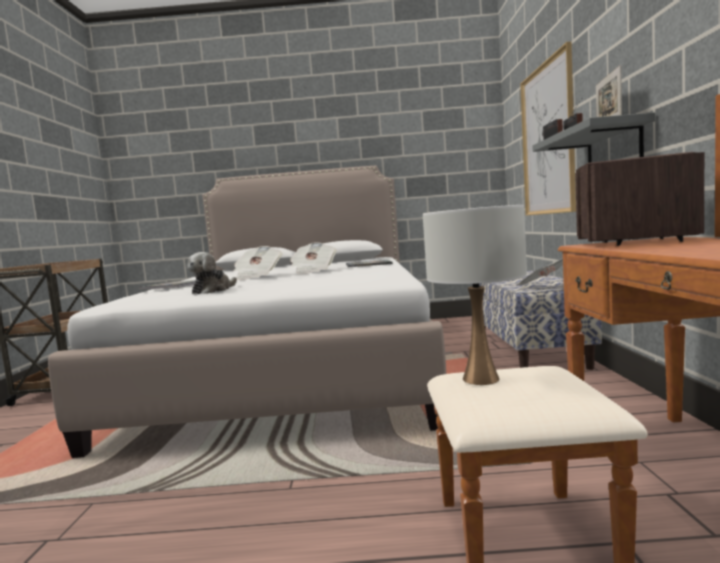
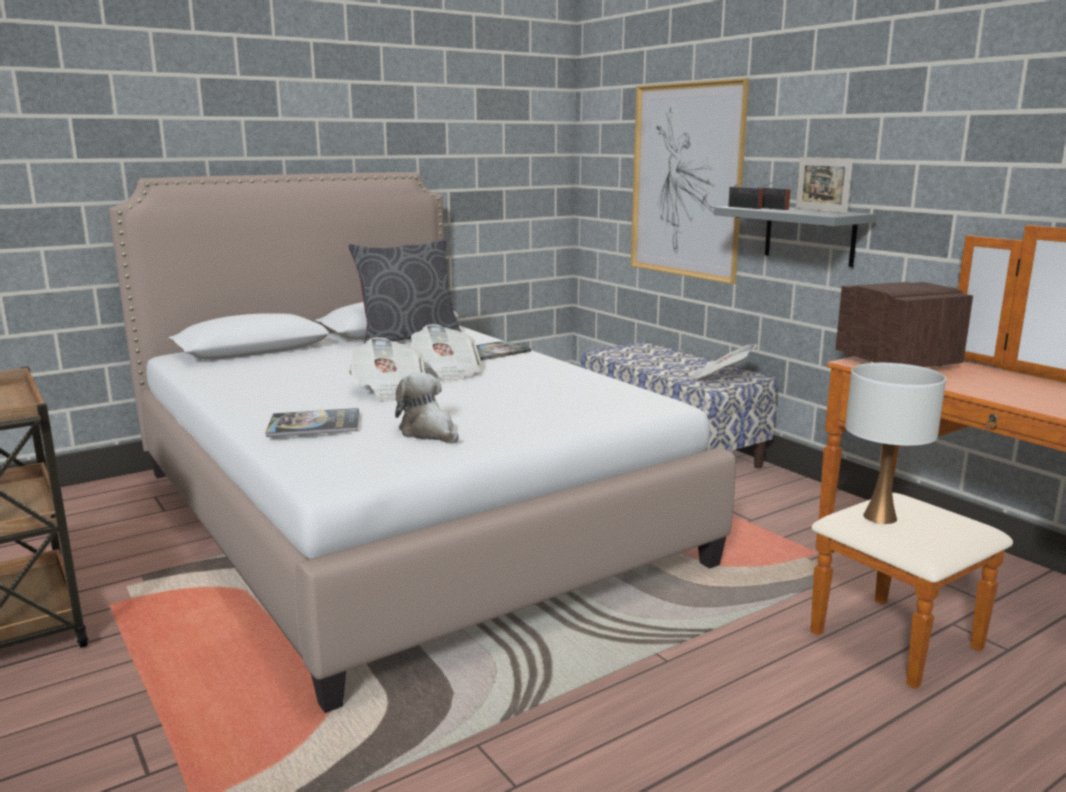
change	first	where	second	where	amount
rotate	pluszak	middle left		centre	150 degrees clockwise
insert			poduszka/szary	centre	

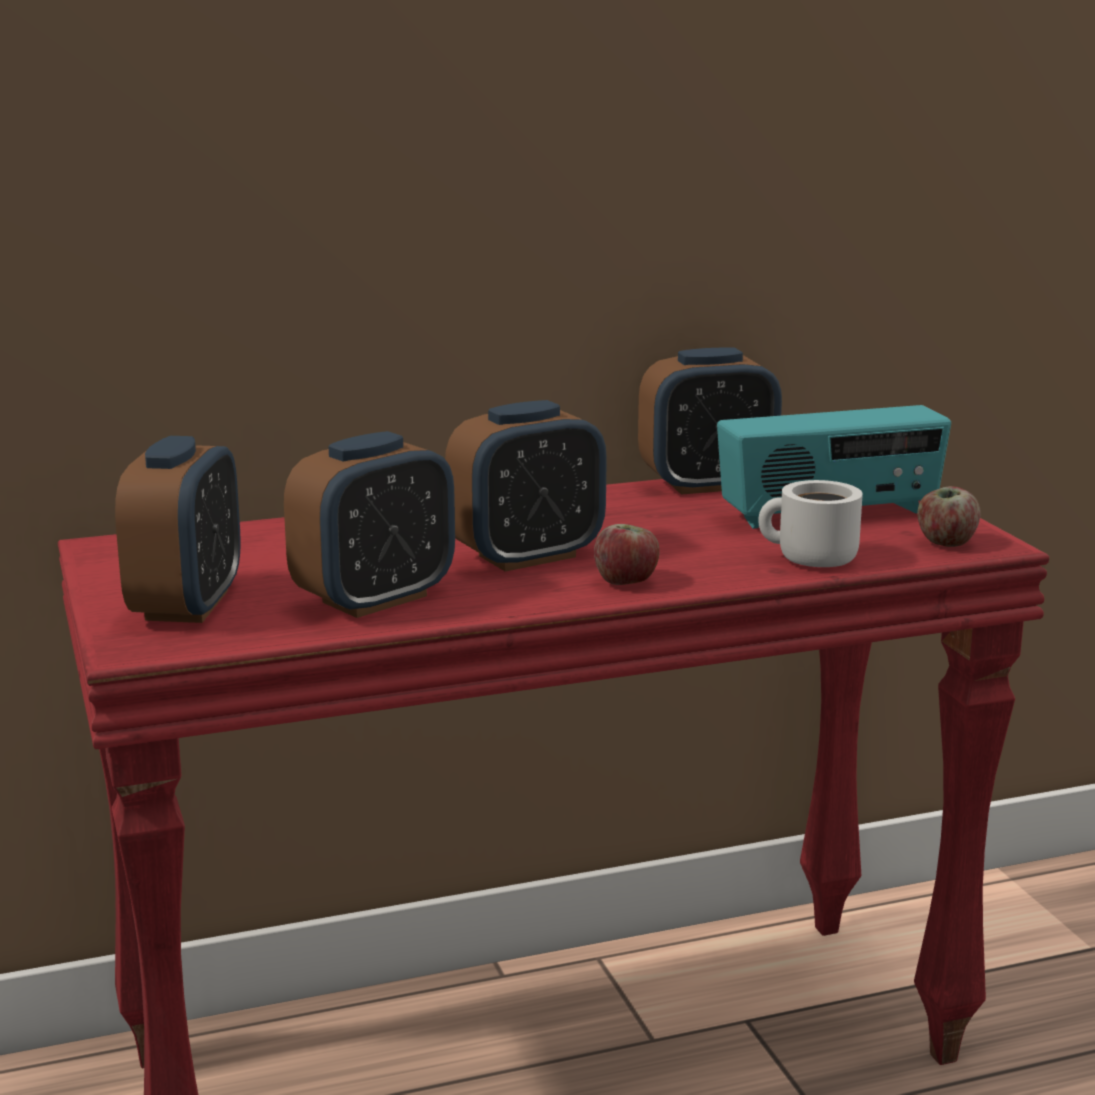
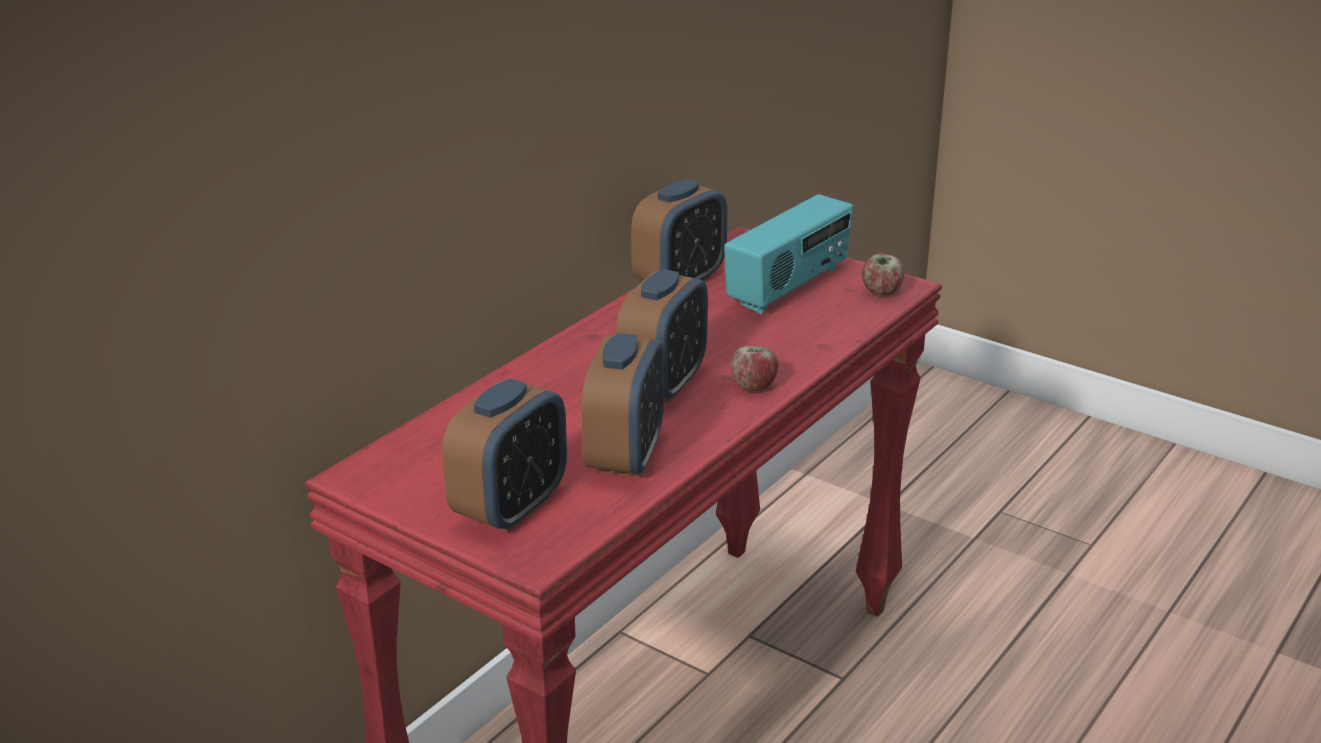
change	first	where	second	where	amount
rotate	budzik (1st from left)	middle left		centre	60 degrees clockwise
delete	kubek/biały	middle right			

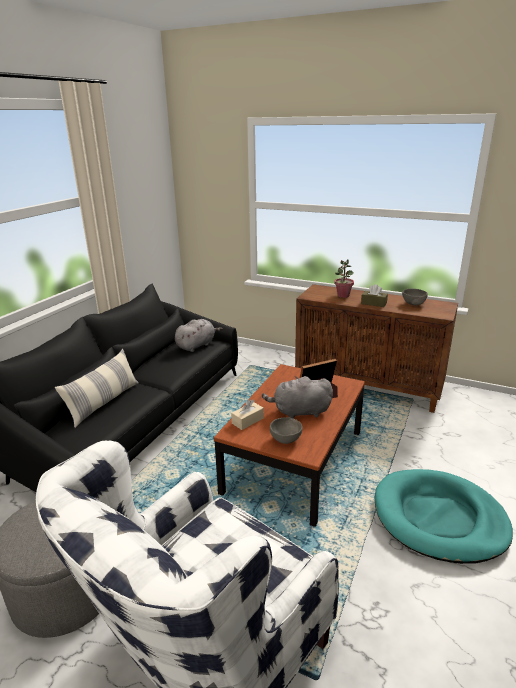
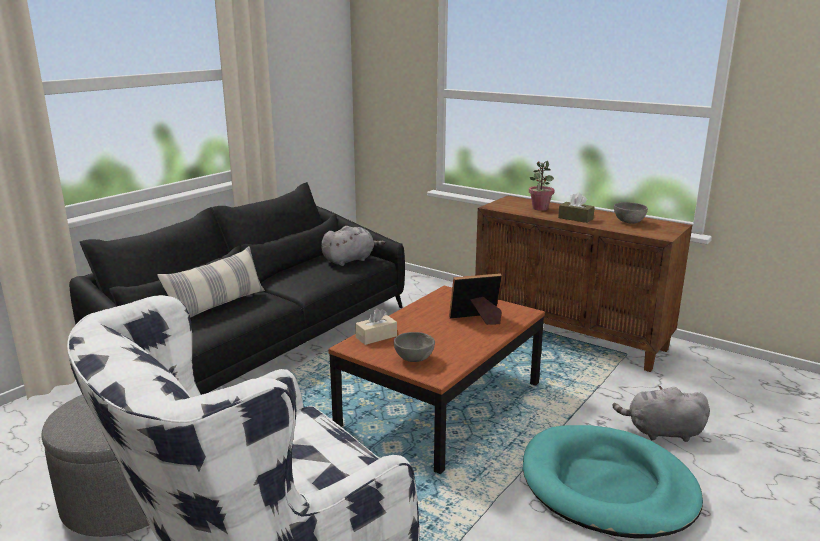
change	first	where	second	where	amount
move	pluszak/szary (2nd from left)	centre		bottom right	

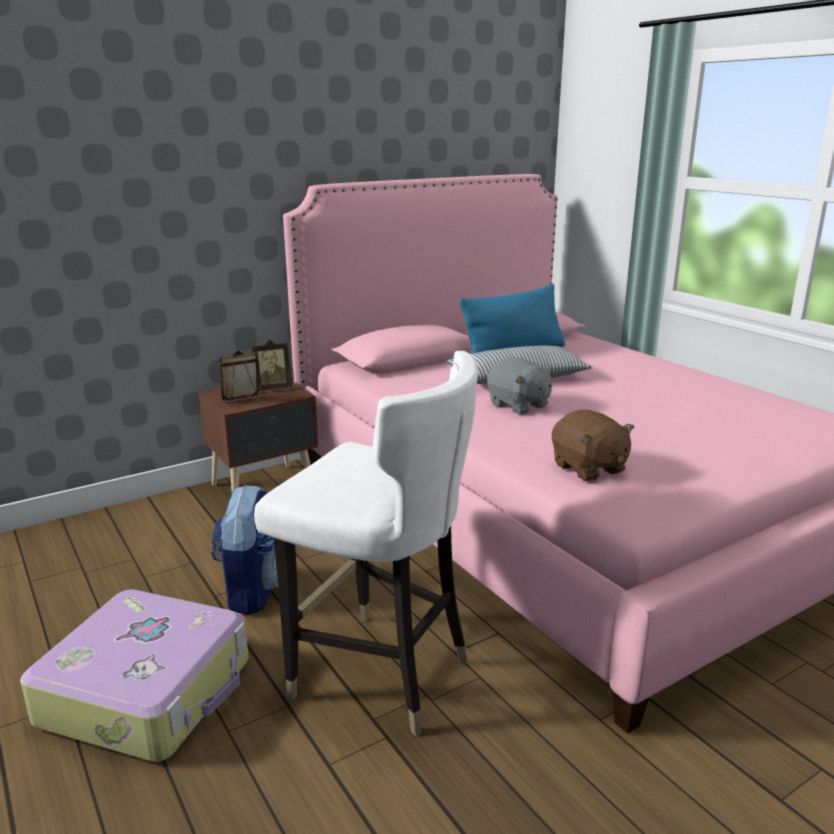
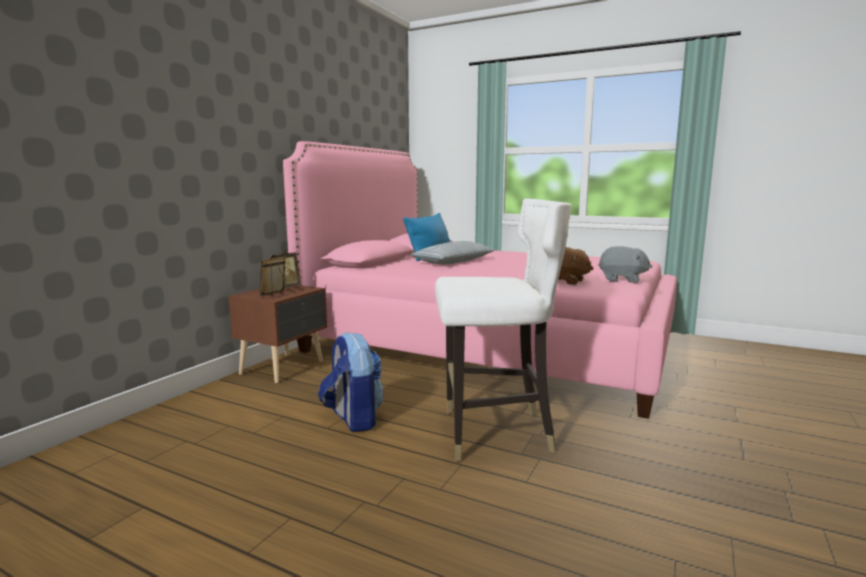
change	first	where	second	where	amount
delete	walizka	bottom left			
move	pluszak/szary	centre		middle right	

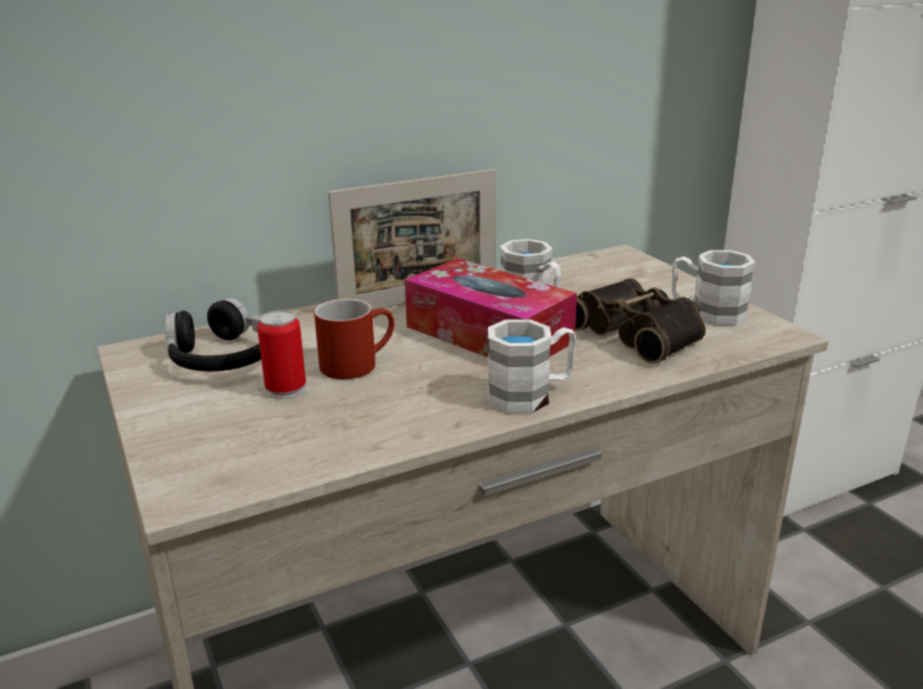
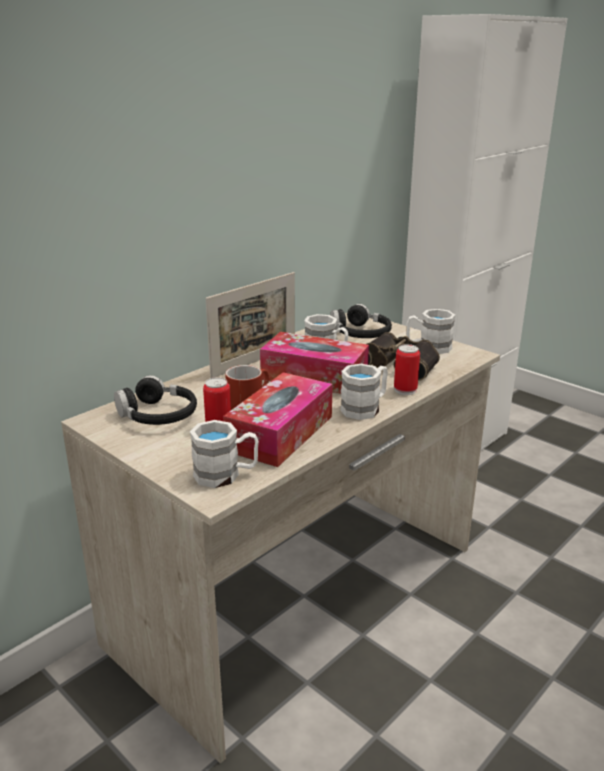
change	first	where	second	where	amount
insert			kubek/biały (1st from left)	centre	
insert			pudełko chusteczek (1st from left)	centre	
insert			słuchawki/czarny (2nd from left)	centre	
insert			puszka (2nd from left)	middle right	

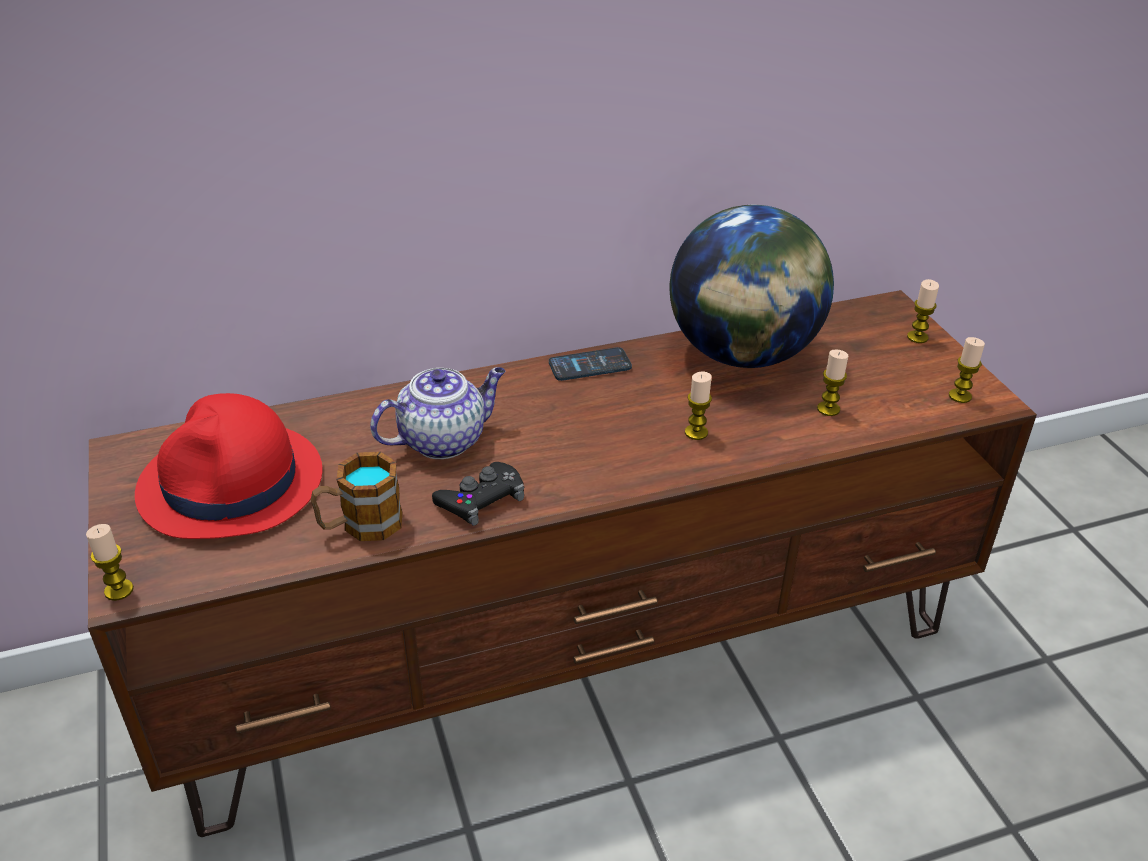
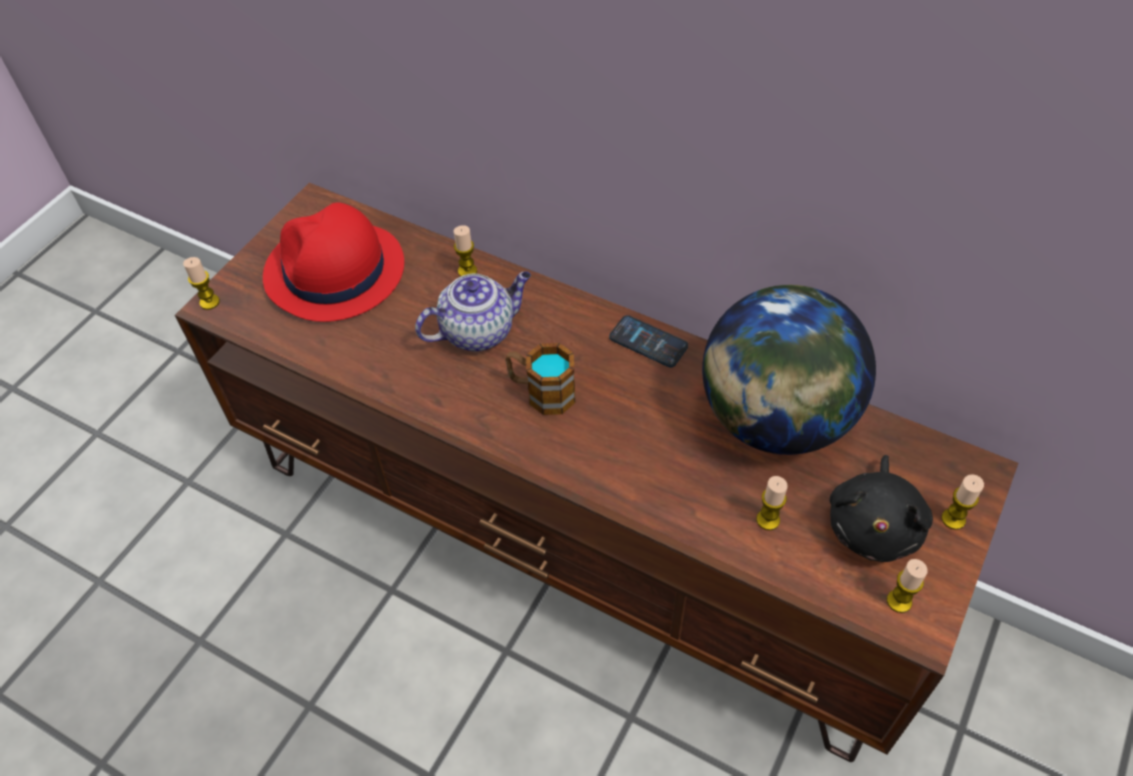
change	first	where	second	where	amount
move	kubek	middle left		centre	
rotate	imbryk	centre		centre	45 degrees counterclockwise
delete	pad do gier/czarny	centre			
move	świeca (2nd from left)	centre		top centre	
insert			pluszak/czarny	middle right	

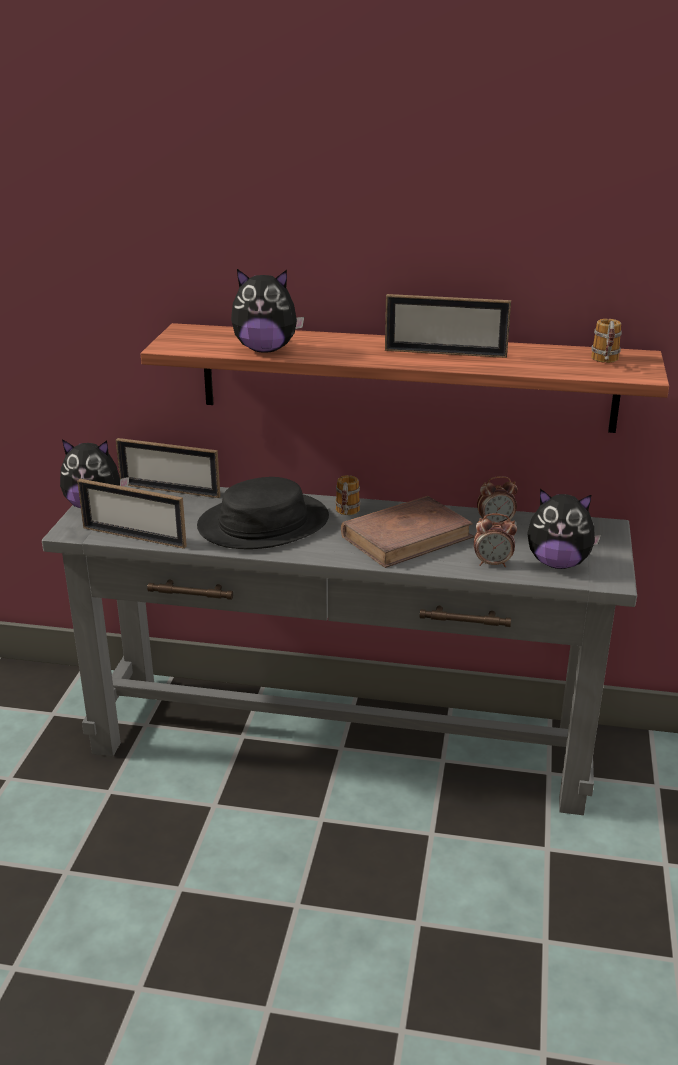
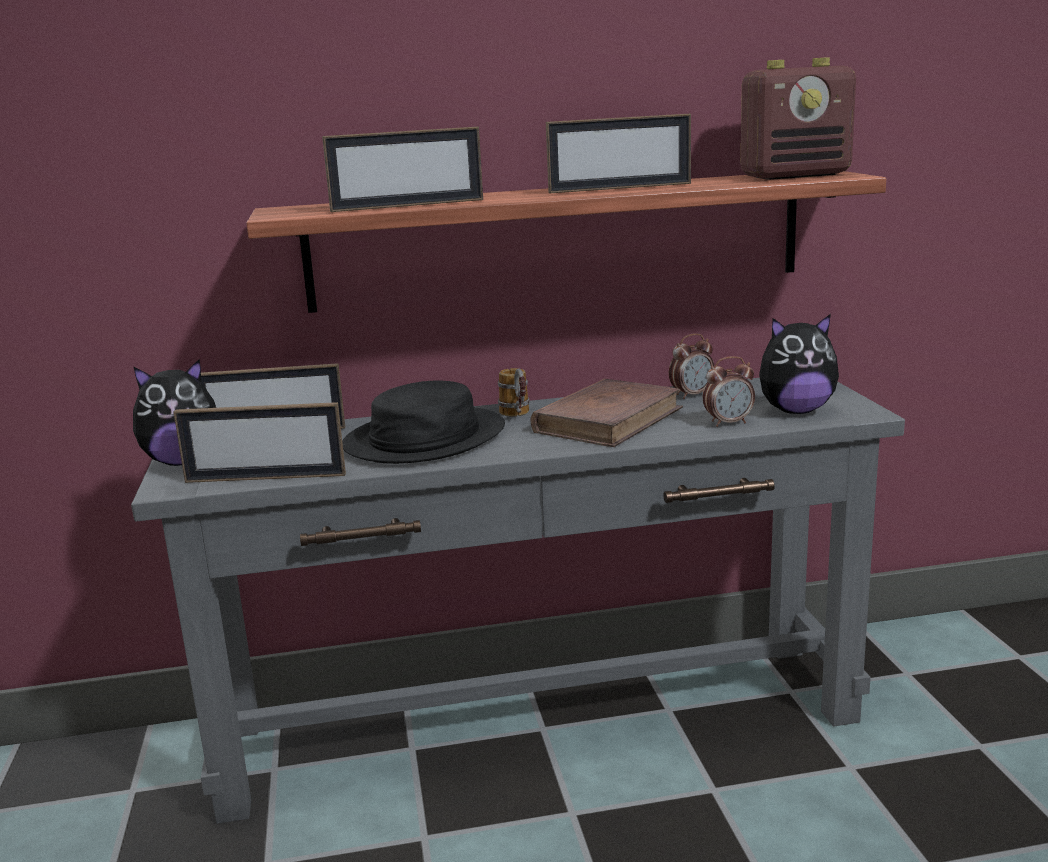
change	first	where	second	where	amount
replace	pluszak (2nd from left)	top centre	ramka na zdjęcie (3rd from left)	top centre	
replace	kubek (2nd from left)	top right	radio	top right	

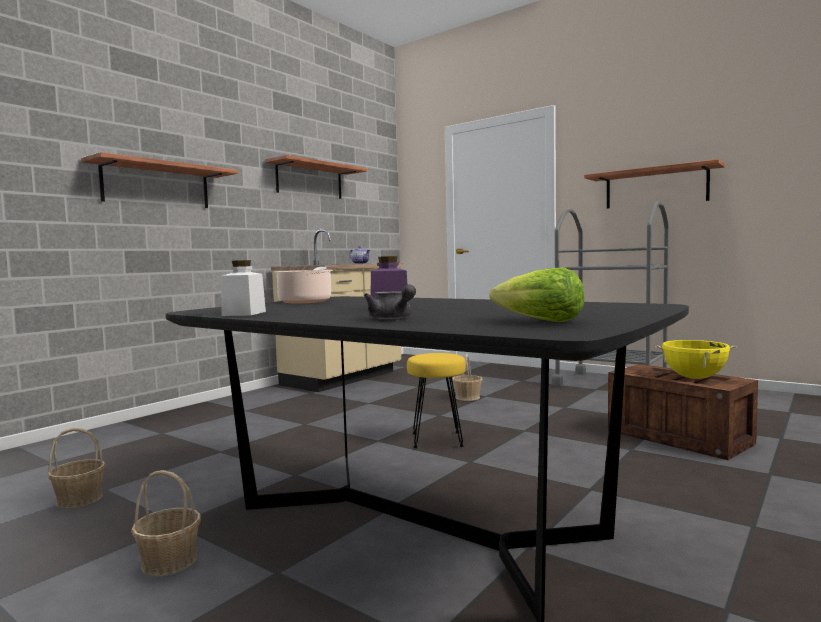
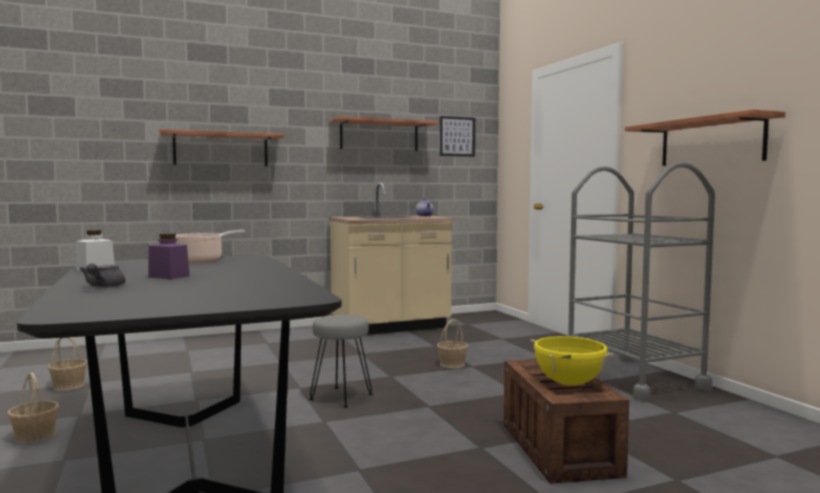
change	first	where	second	where	amount
recolor	stołek/żółty	centre	stołek/szary	bottom centre	
delete	sałata	centre			
insert			obraz	top centre	

